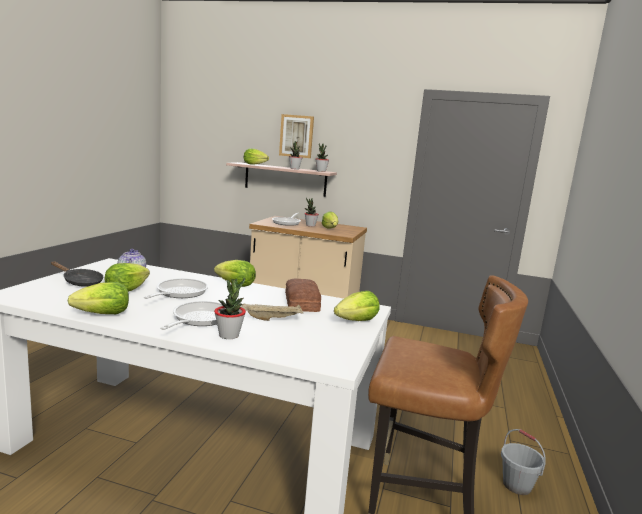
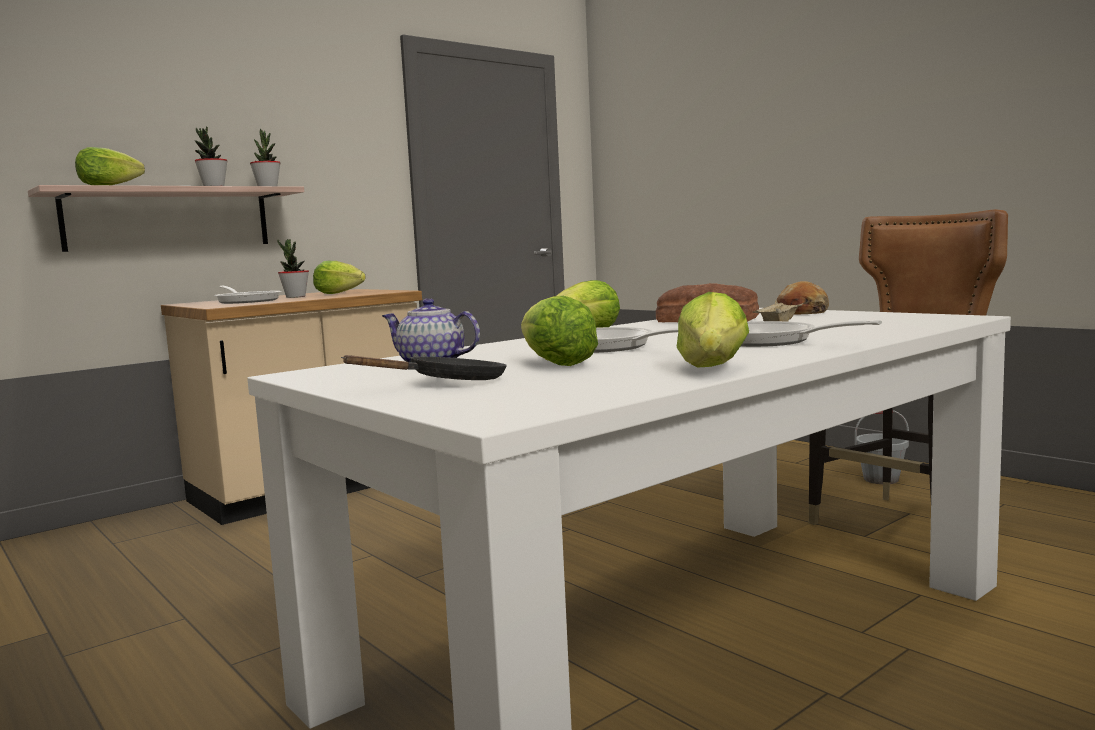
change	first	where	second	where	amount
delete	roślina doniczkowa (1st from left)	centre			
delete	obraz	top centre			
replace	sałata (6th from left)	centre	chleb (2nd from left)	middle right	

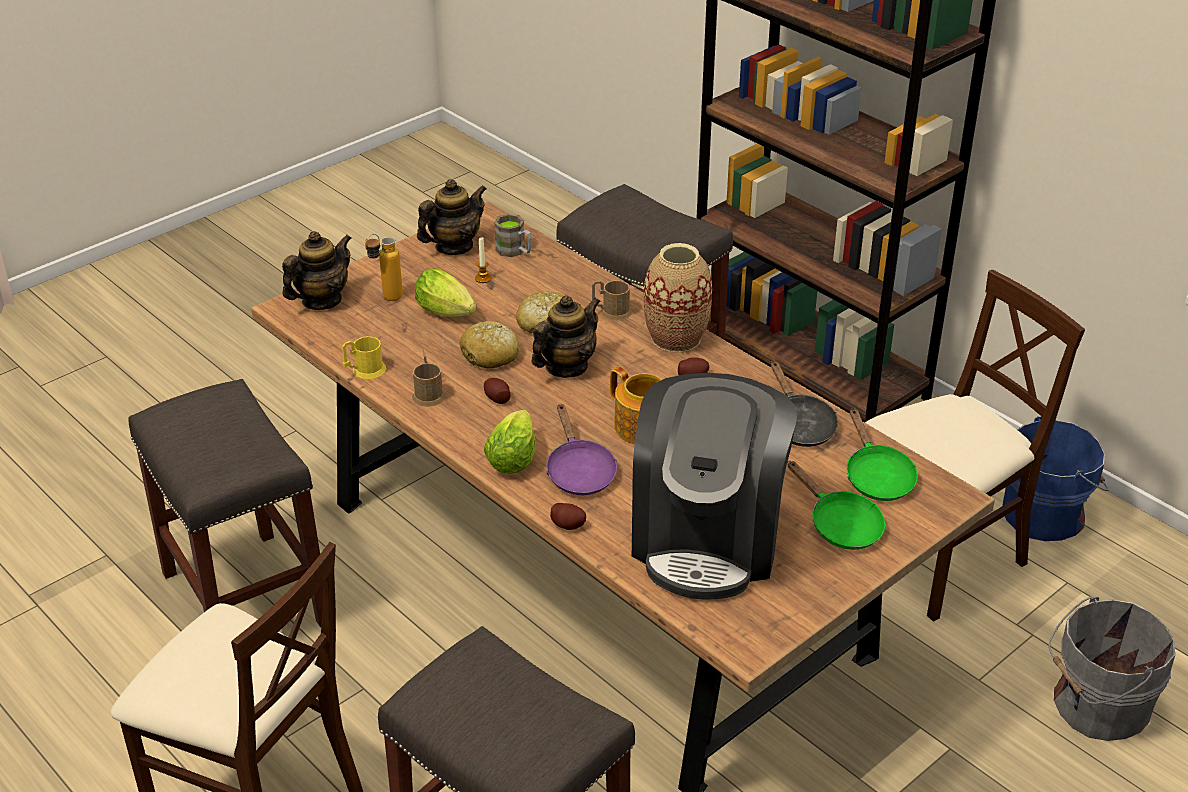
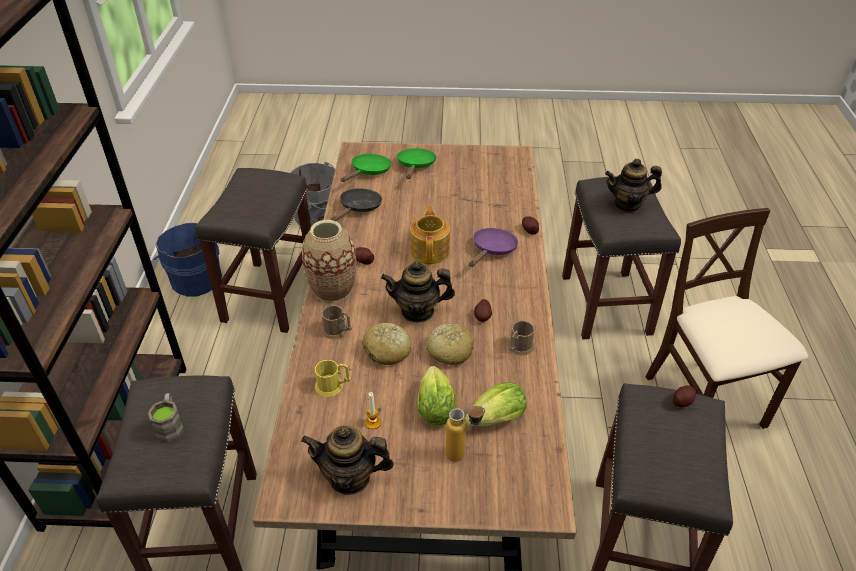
change	first	where	second	where	amount
move	imbryk (1st from left in the first image)	middle left	imbryk (4th from left)	top right	
move	kubek/żółty	middle left		centre	
move	sałata (2nd from left)	centre		bottom centre	
move	kubek/brązowy (2nd from left in the first image)	top centre	kubek/brązowy (1st from left)	bottom left	
delete	ekspres do kawy	centre			
replace	krzesło/beżowy (2nd from left)	middle right	stołek/szary (2nd from left)	middle left	
insert			ziemniak (4th from left)	bottom right	

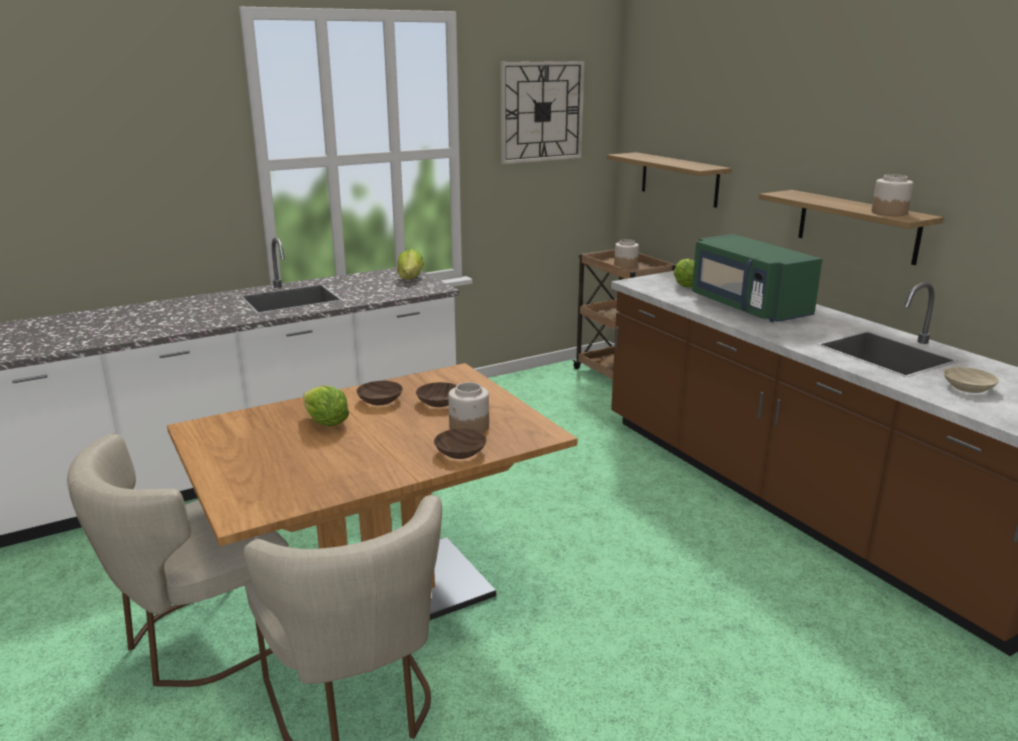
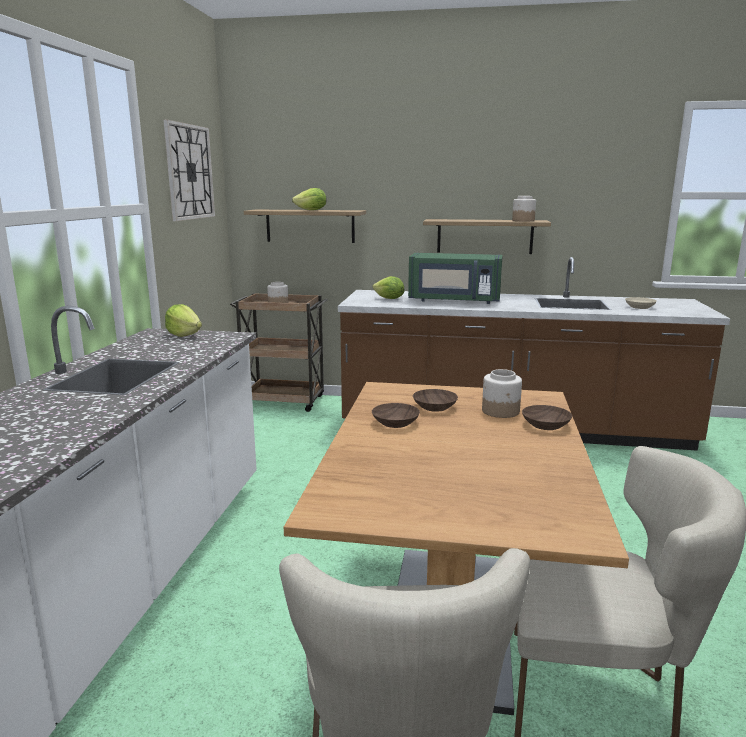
change	first	where	second	where	amount
move	sałata (1st from left in the first image)	middle left	sałata (2nd from left)	top centre	

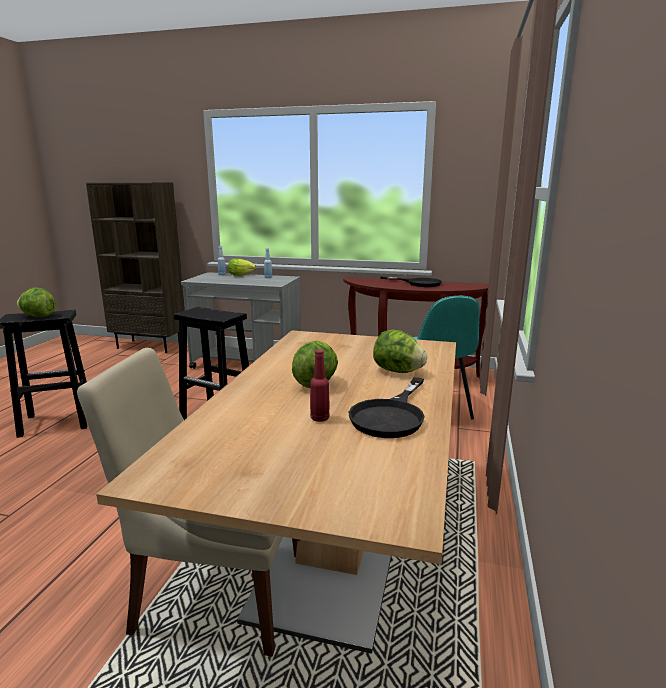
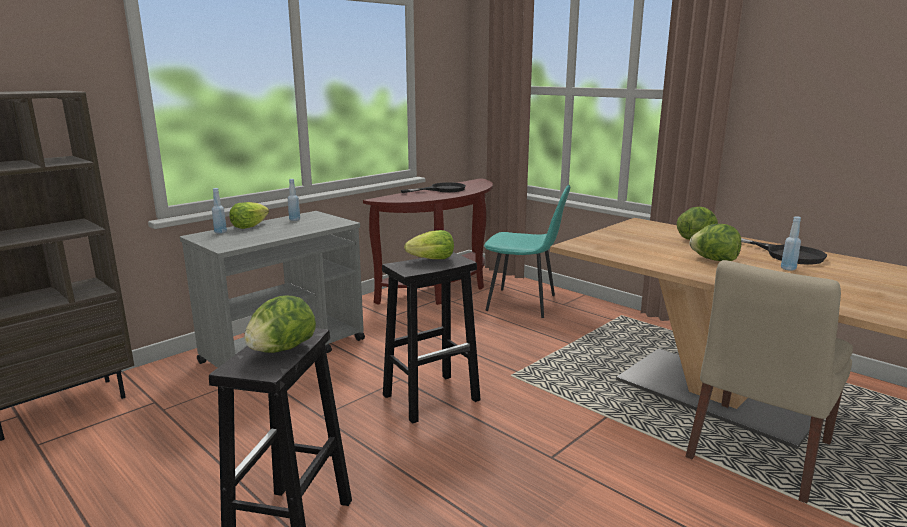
change	first	where	second	where	amount
recolor	butelka/czerwony	centre	butelka/niebieski (3rd from left)	middle right	
insert			sałata (3rd from left)	centre	

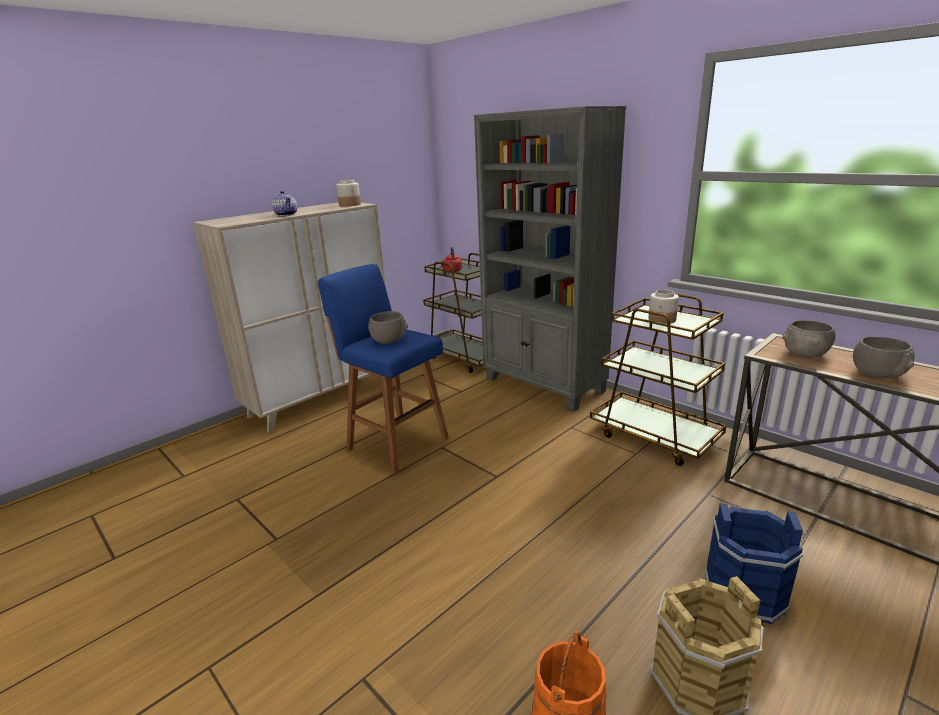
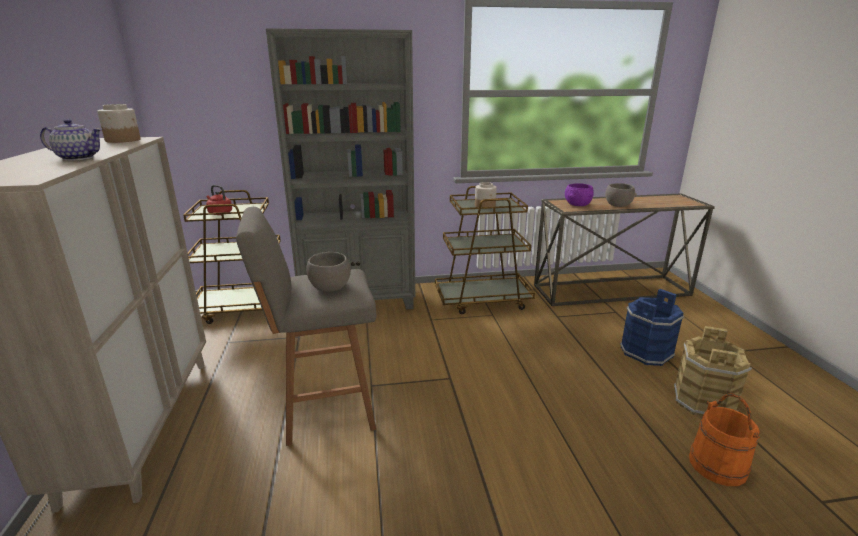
change	first	where	second	where	amount
recolor	stołek/niebieski	centre	stołek/szary	centre	
recolor	miska/szary (2nd from left)	middle right	miska/fioletowy	middle right	

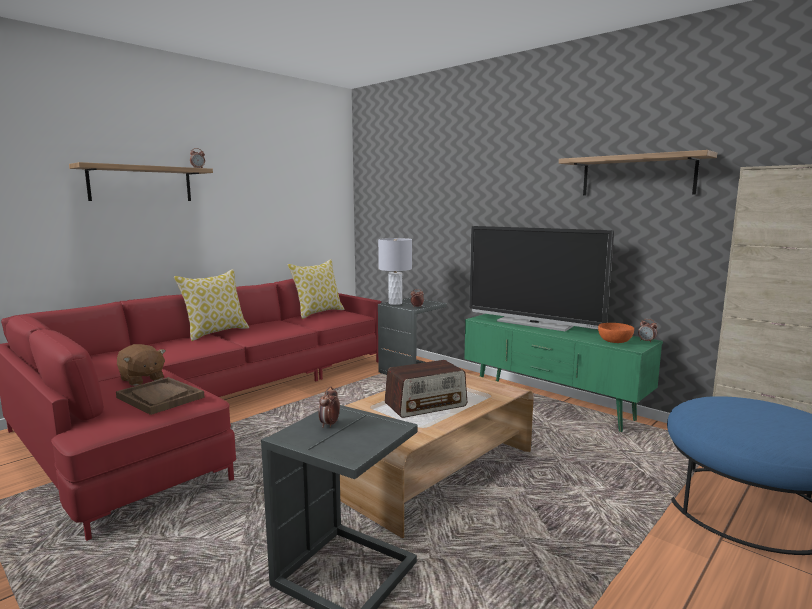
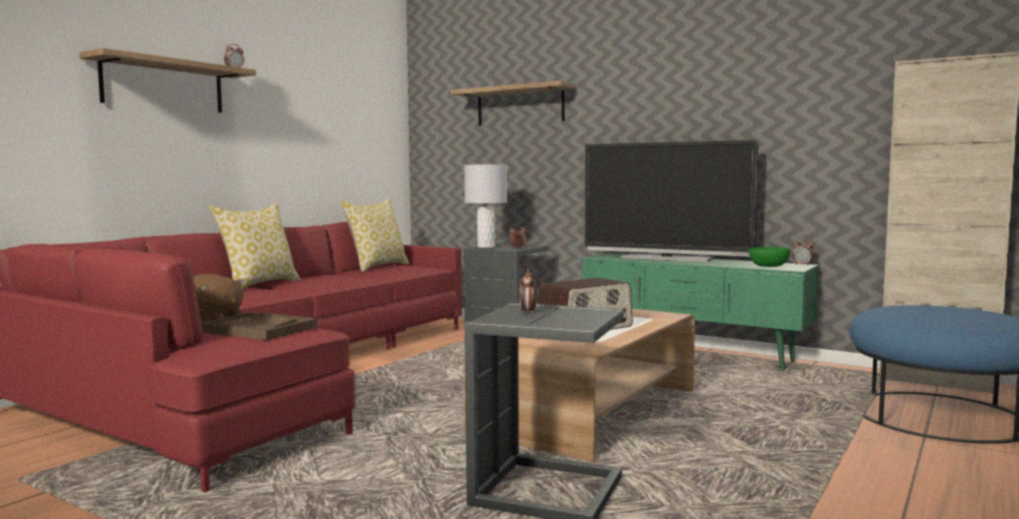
change	first	where	second	where	amount
move	półka (2nd from left)	top right		top centre	
recolor	miska/pomarańczowy	middle right	miska/zielony	middle right	

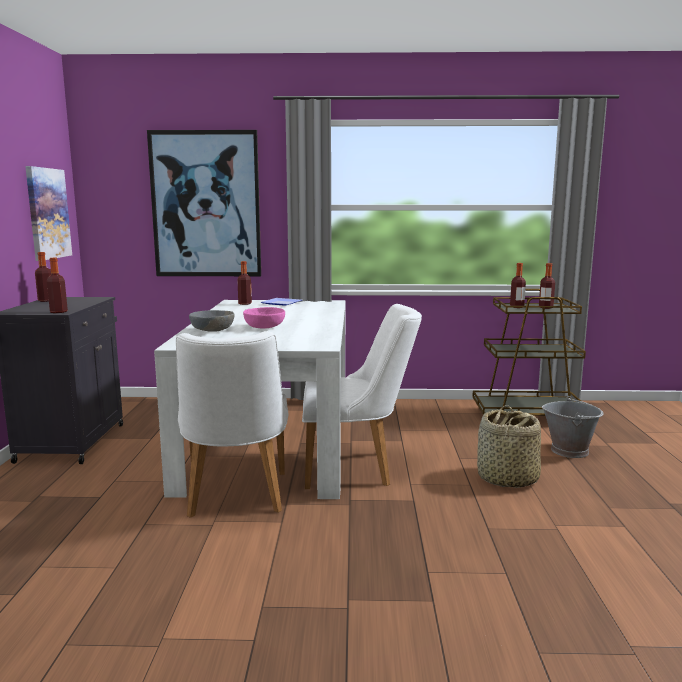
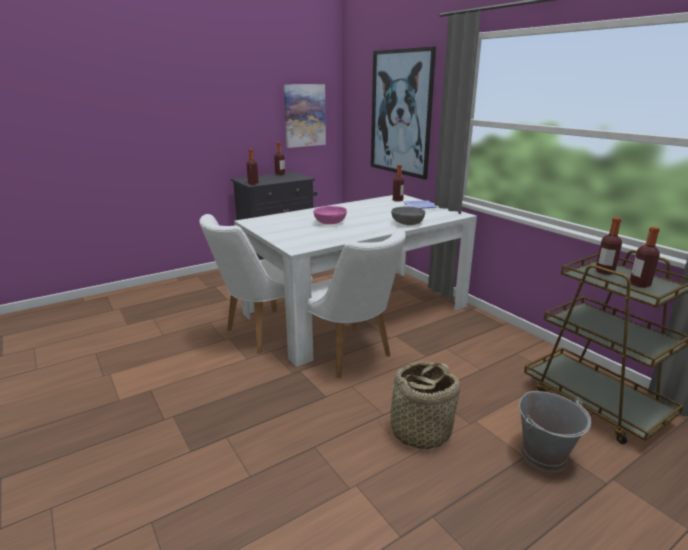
change	first	where	second	where	amount
move	miska/szary	middle left		centre	

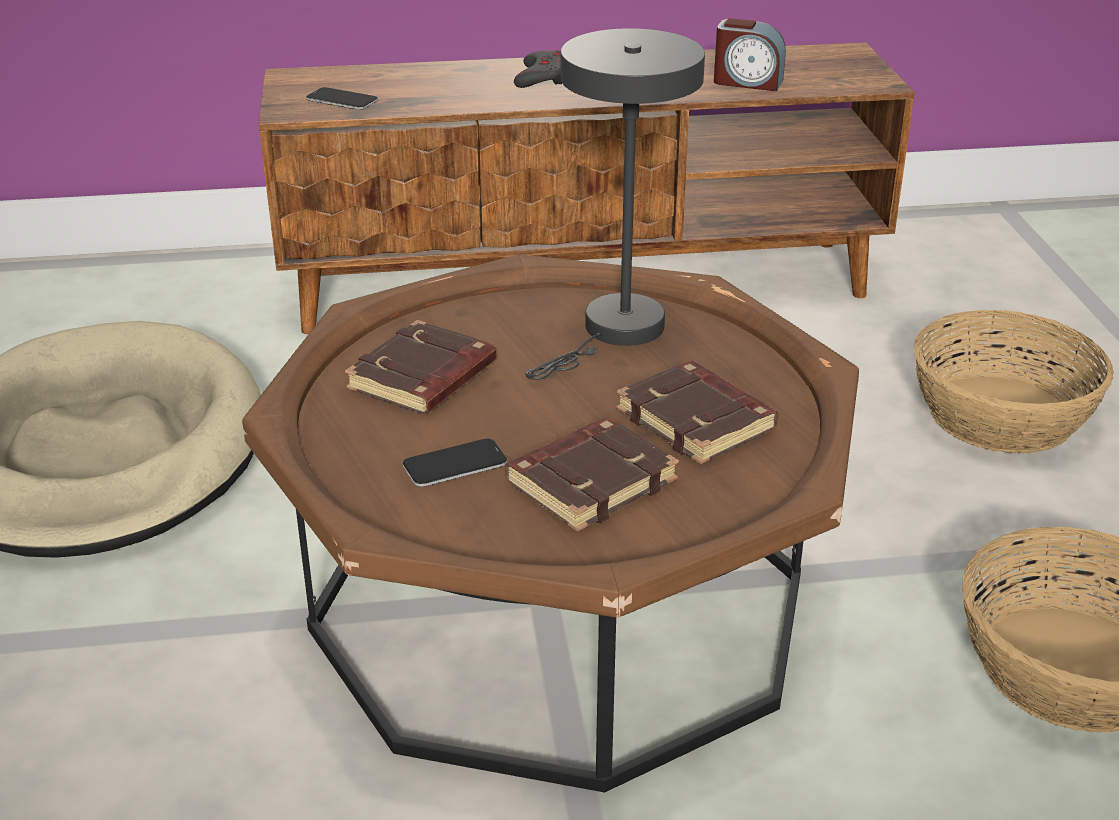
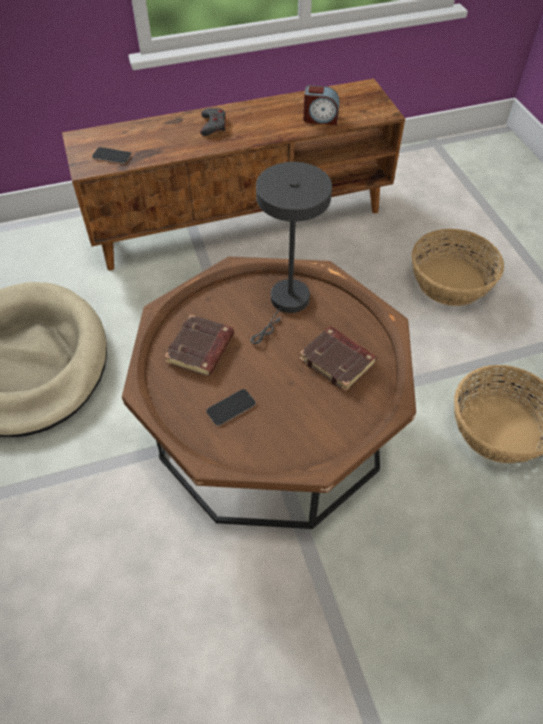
change	first	where	second	where	amount
delete	książka/brązowy (2nd from left)	centre			

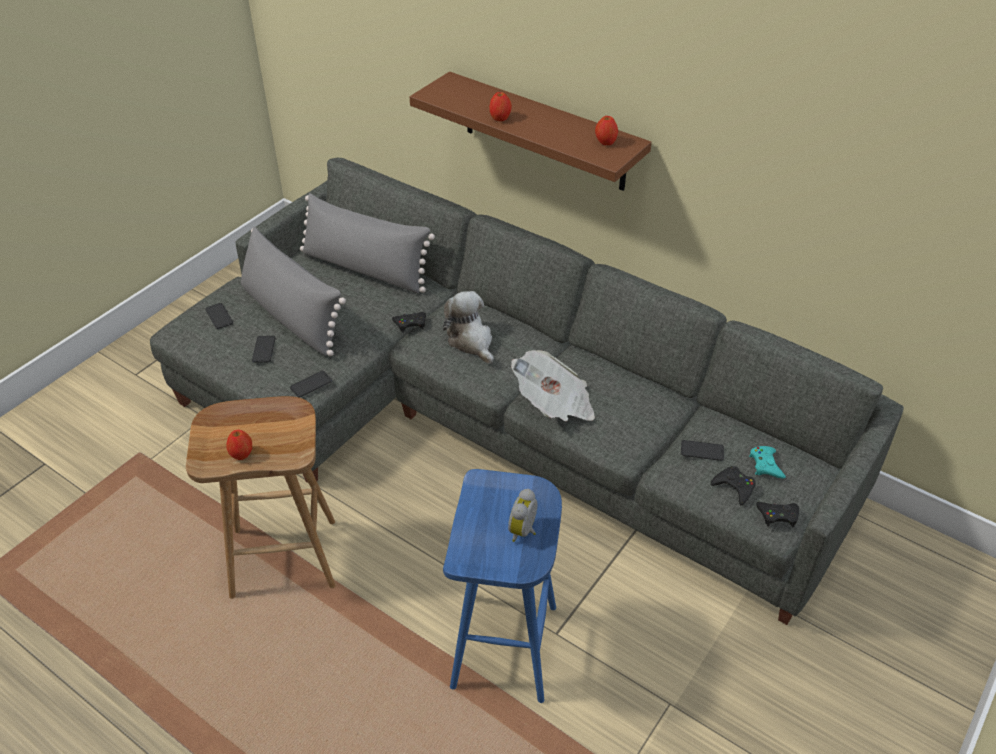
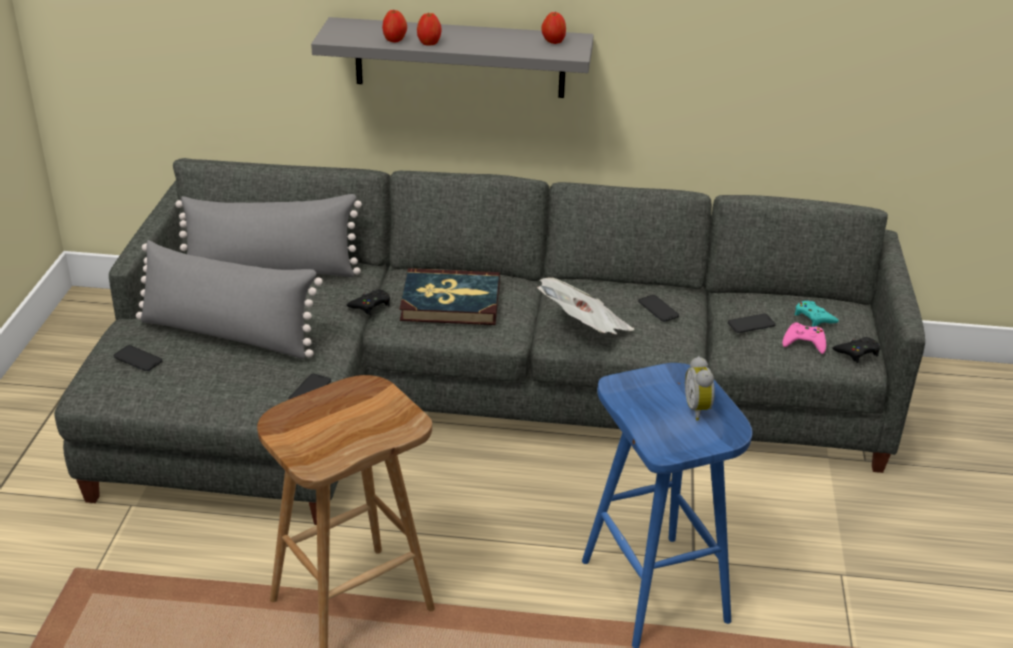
change	first	where	second	where	amount
move	jabłko (1st from left)	middle left		top centre	
move	telefon (2nd from left in the first image)	middle left	telefon (3rd from left)	centre	
recolor	półka/brązowy	top centre	półka/szary	top centre	
replace	pluszak	centre	książka	centre	
recolor	pad do gier/czarny (2nd from left)	middle right	pad do gier/różowy	middle right	

